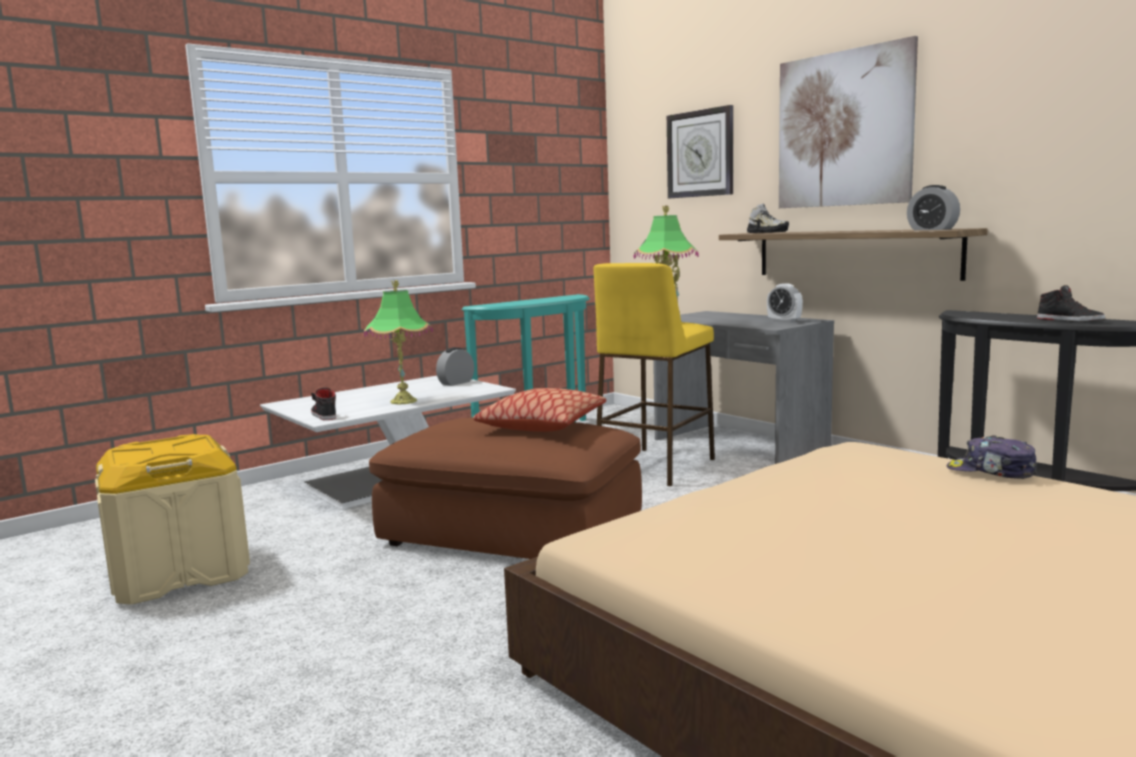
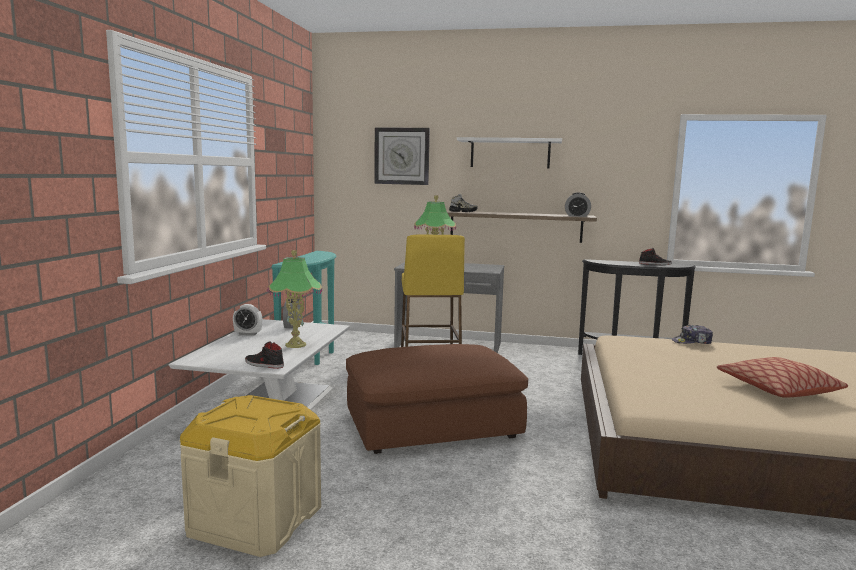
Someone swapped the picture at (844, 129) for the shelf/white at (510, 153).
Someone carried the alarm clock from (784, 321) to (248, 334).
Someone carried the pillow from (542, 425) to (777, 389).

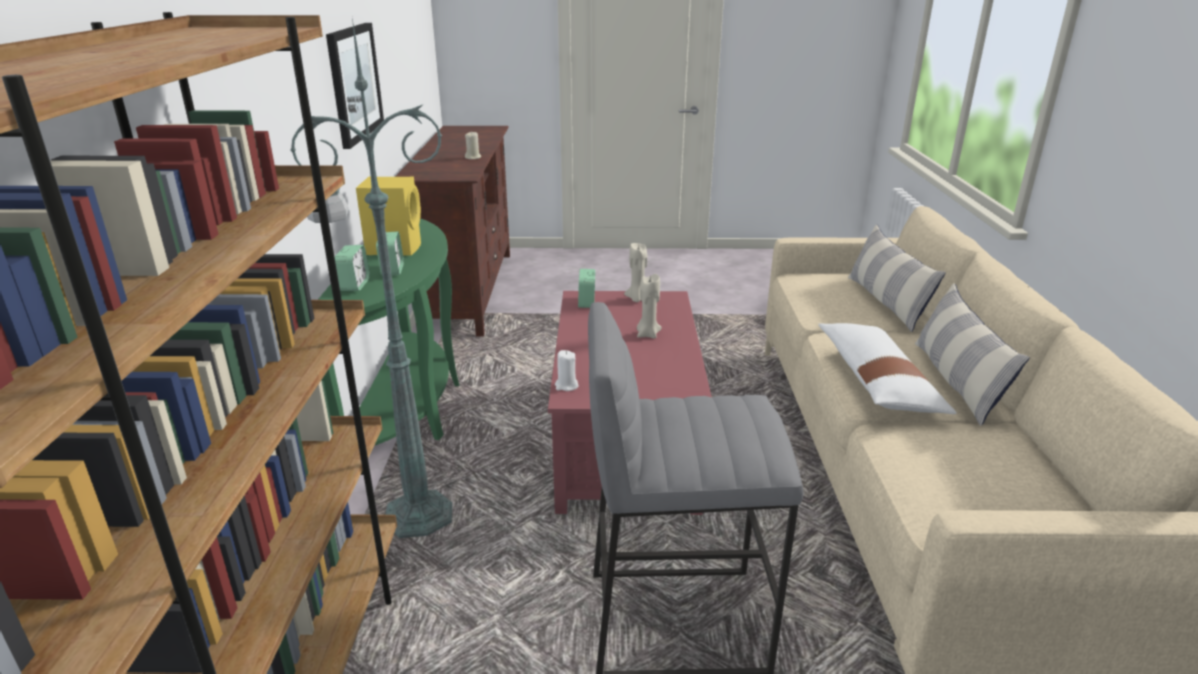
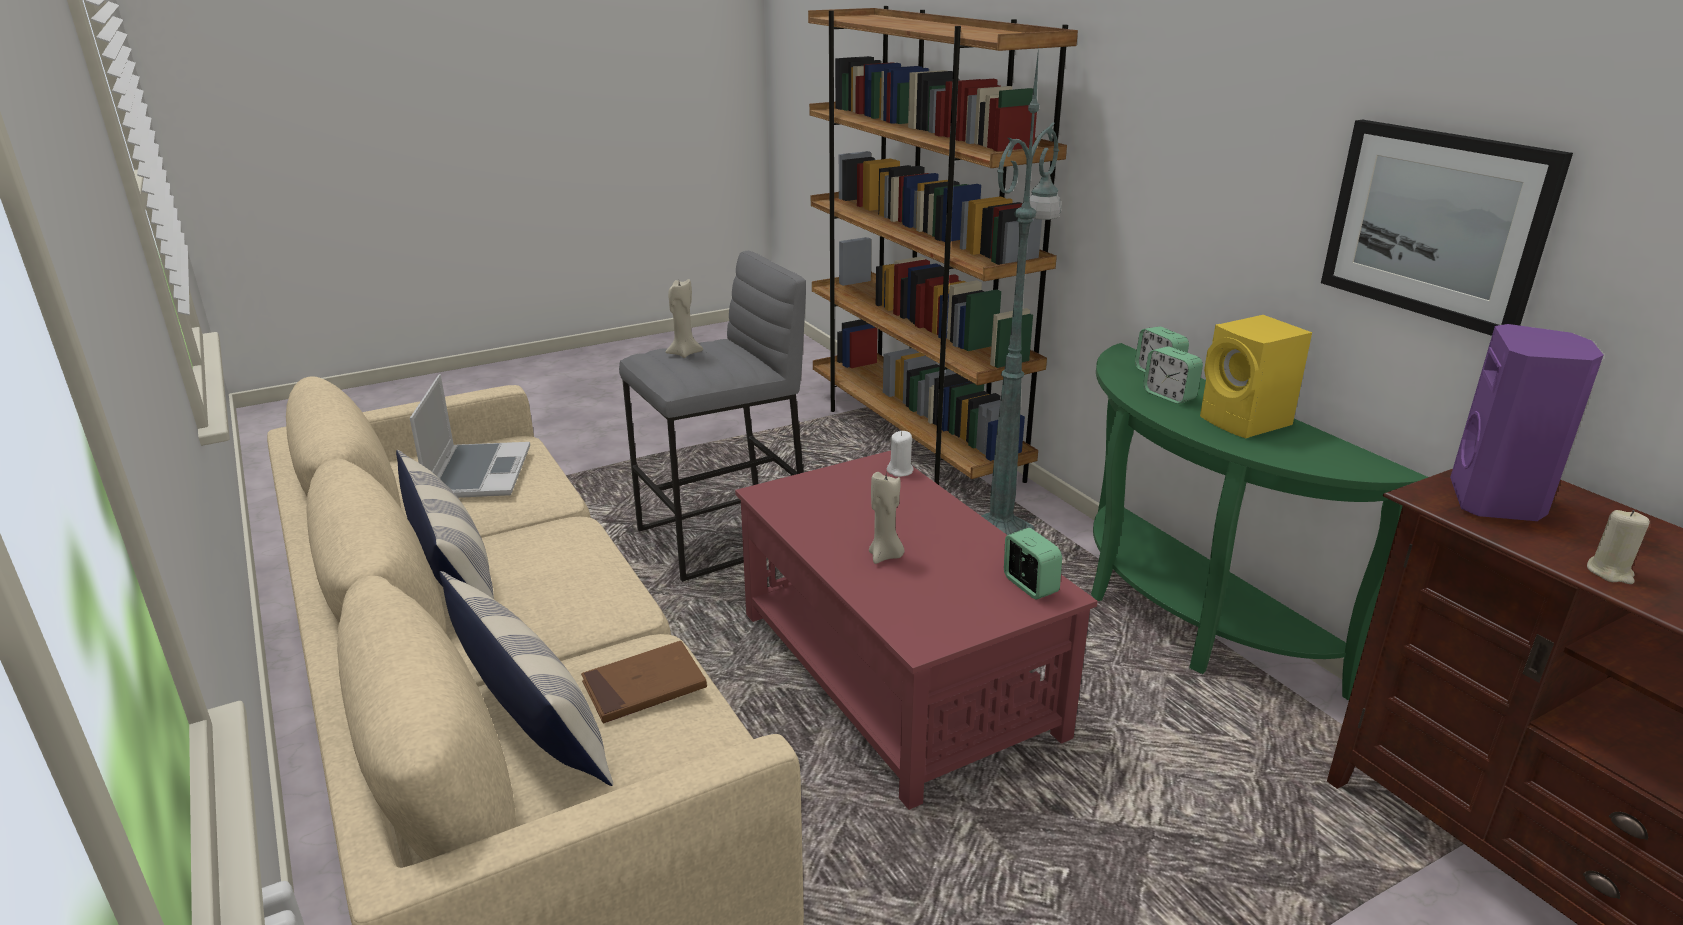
Someone carried the candle/sand-coloured from (637, 299) to (684, 353).
Someone took away the pillow/white at (877, 382).
Someone put down the loudspeaker/purplish at (1497, 502).
Someone put down the notebook computer at (478, 472).
Someone put down the bound book/brownish at (644, 686).

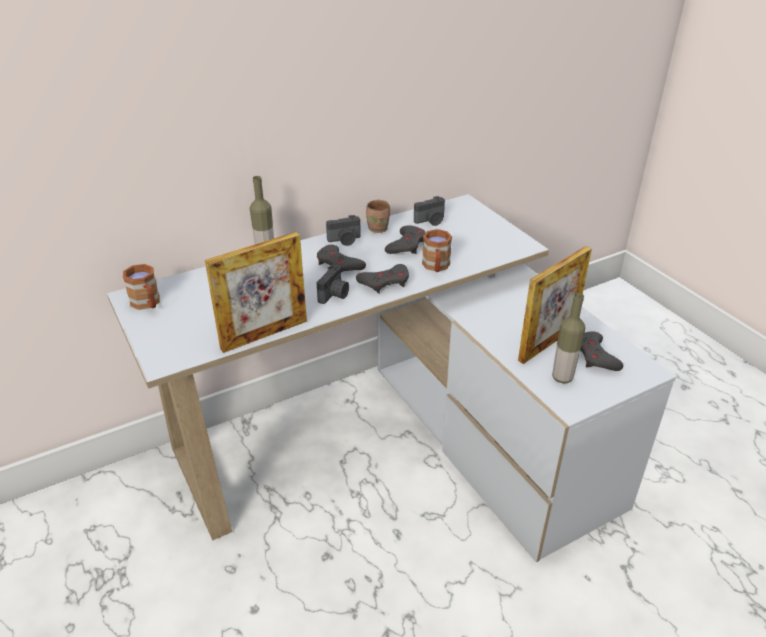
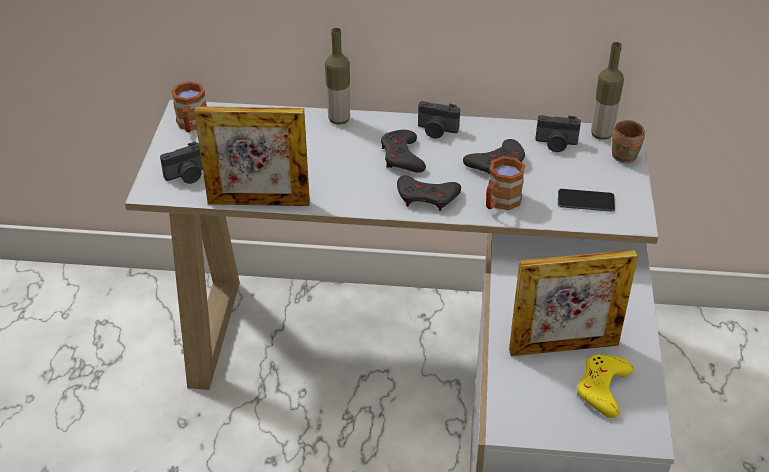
Someone carried the tea mug/brownish from (379, 228) to (626, 156).
Someone carried the still camera from (334, 295) to (187, 176).
Someone carried the beverage bottle from (562, 377) to (601, 134).
Someone repainted the joypad/grey at (595, 356), which became the joypad/yellow-coloured at (602, 388).
Someone put down the telephone at (586, 201).

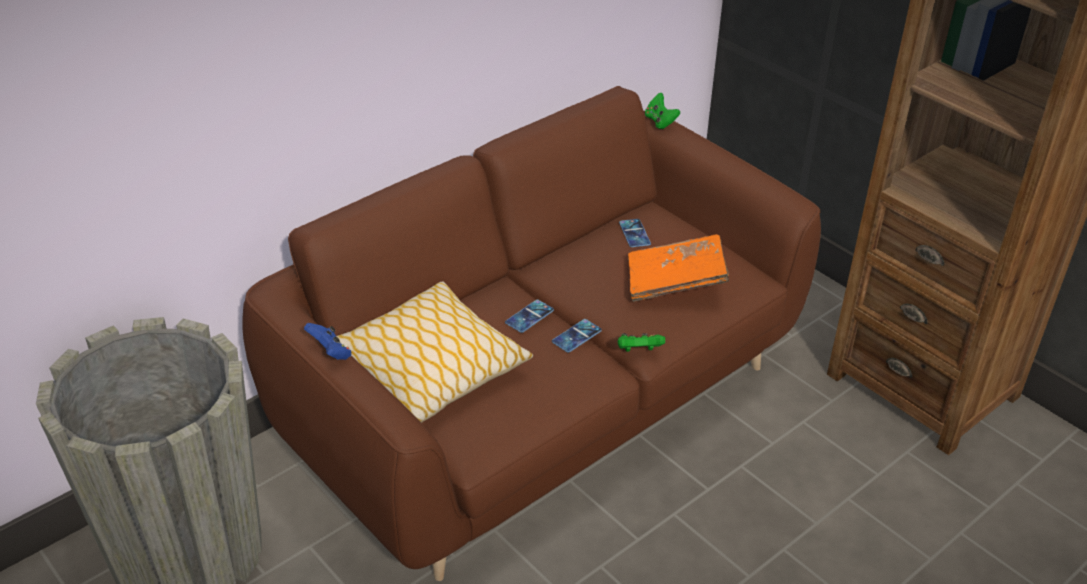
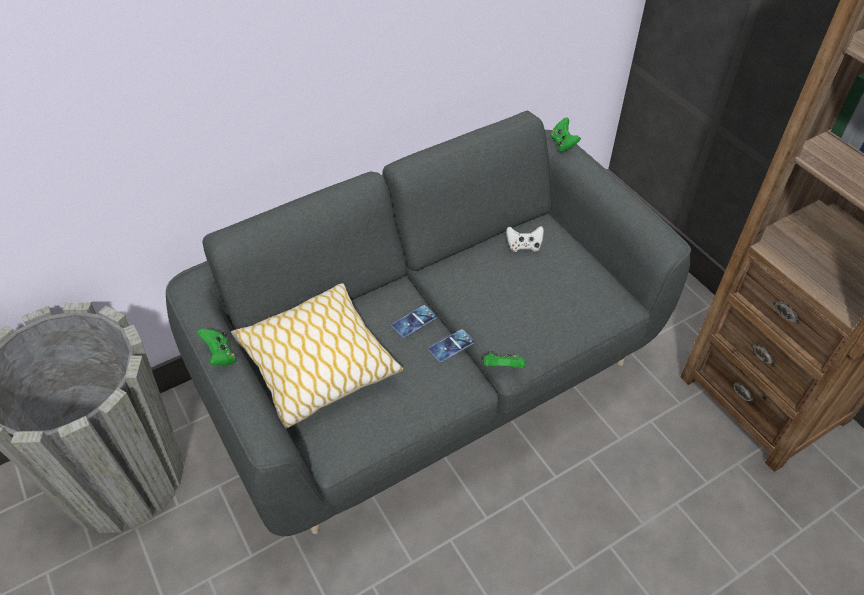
Someone repainted the sofa/brownish at (541, 405), which became the sofa/grey at (431, 376).
Someone swapped the telephone at (634, 233) for the joypad/white at (524, 246).
Someone took away the bound book/orange at (675, 282).
Someone repainted the joypad/bluish at (331, 353), which became the joypad/greenish at (220, 355).

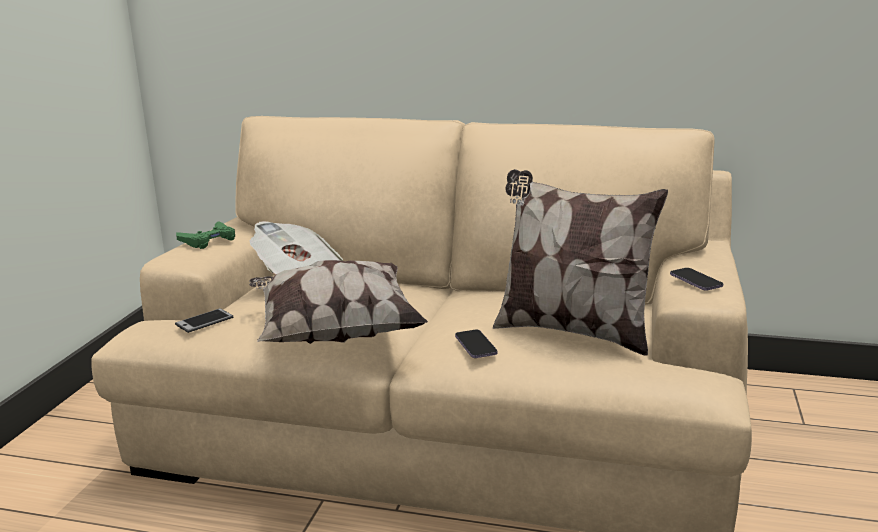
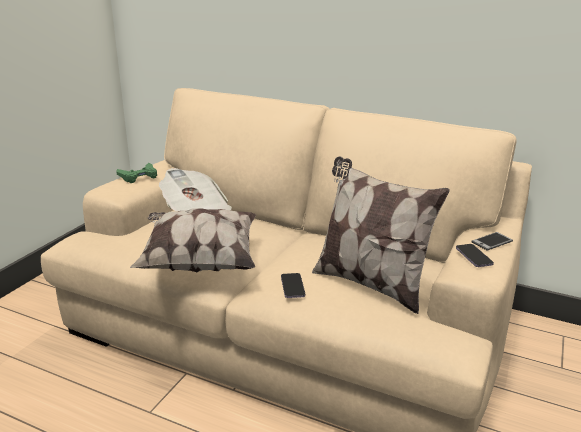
Someone carried the telephone from (204, 321) to (492, 242).

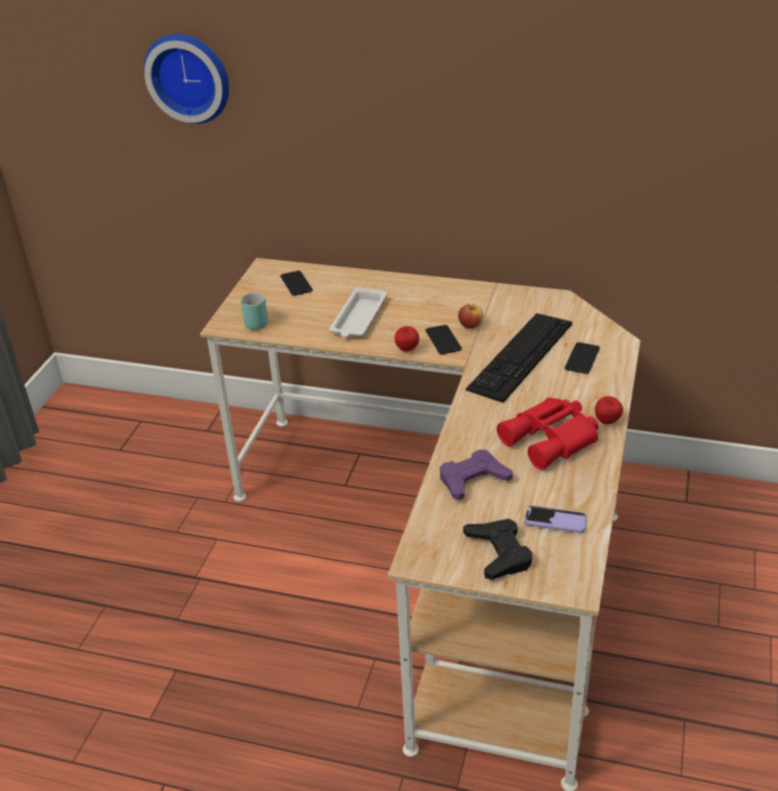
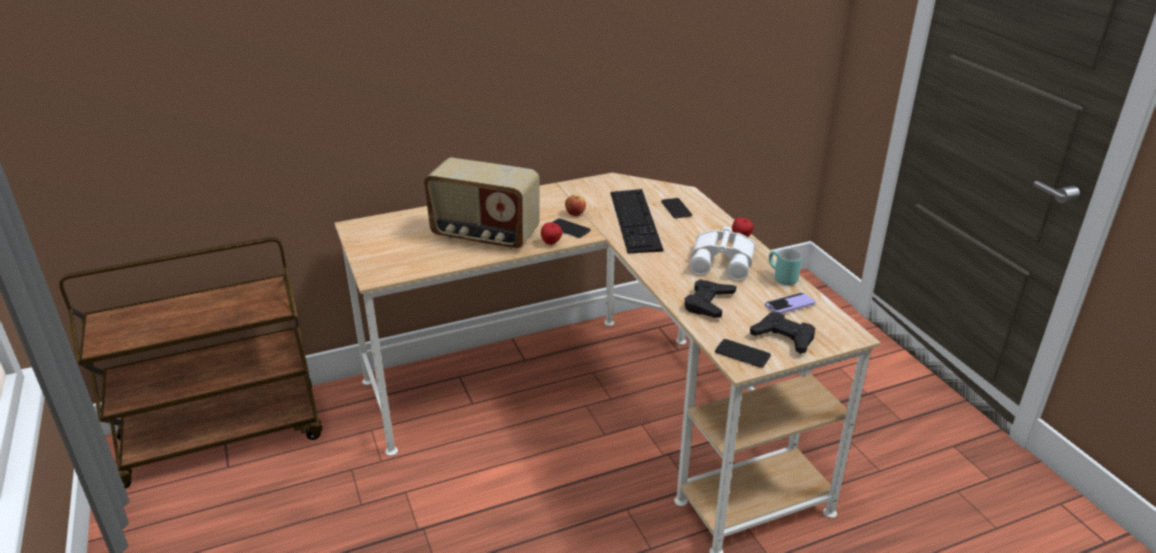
Someone took away the hanging clock at (190, 76).
Someone carried the telephone from (296, 284) to (742, 354).
Someone swapped the tray/white at (358, 318) for the radio receiver at (484, 236).
Someone carried the tea mug/turquoise from (255, 321) to (780, 278).
Someone repainted the binoculars/reddish at (552, 440), which became the binoculars/white at (723, 261).
Someone repainted the joypad/purplish at (473, 479), which became the joypad/blackish at (708, 303).
Someone put down the trolley/brownish at (224, 436).

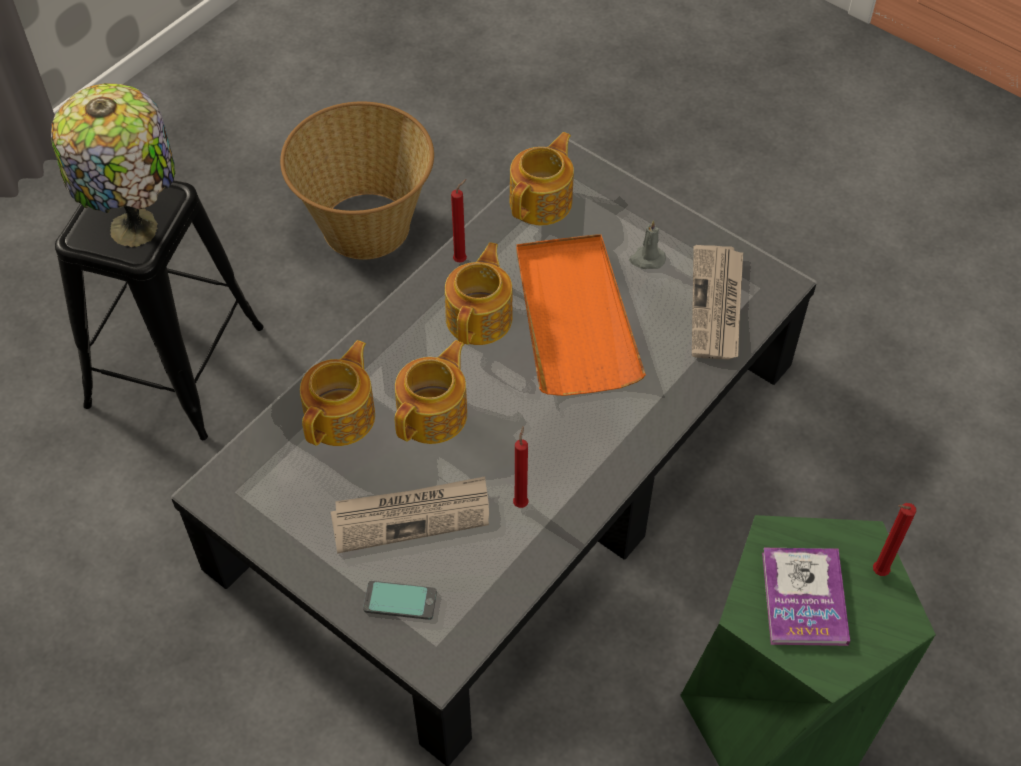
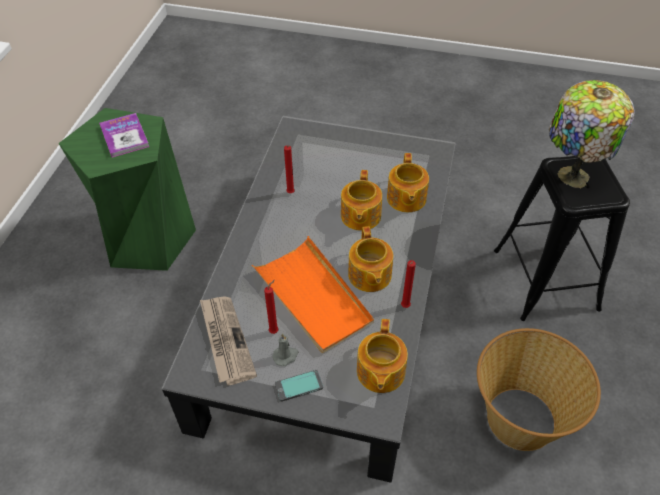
Someone took away the printed paper at (412, 515).
Someone carried the candle/reddish from (877, 572) to (275, 330).
Someone carried the telephone from (400, 600) to (299, 386).

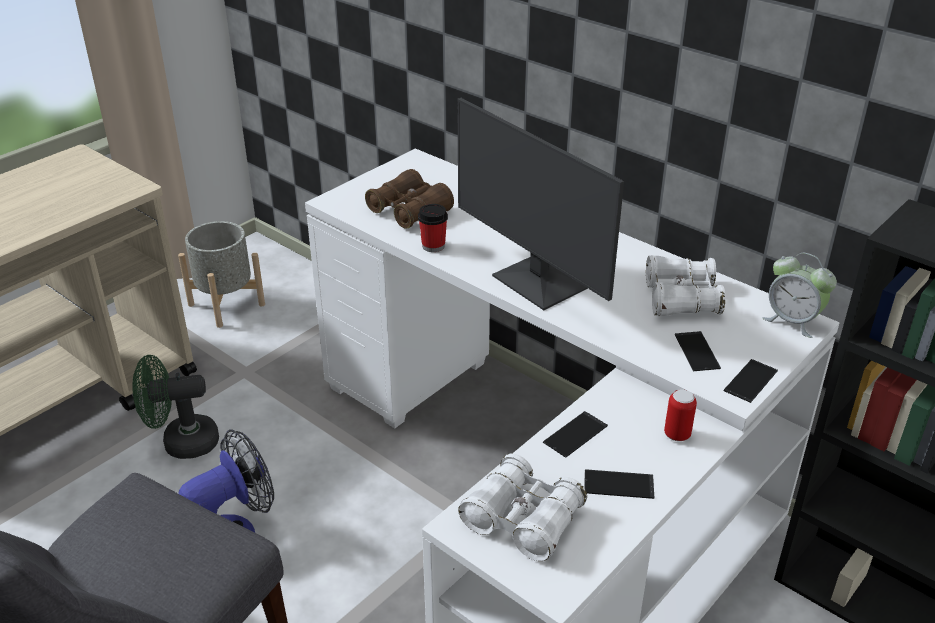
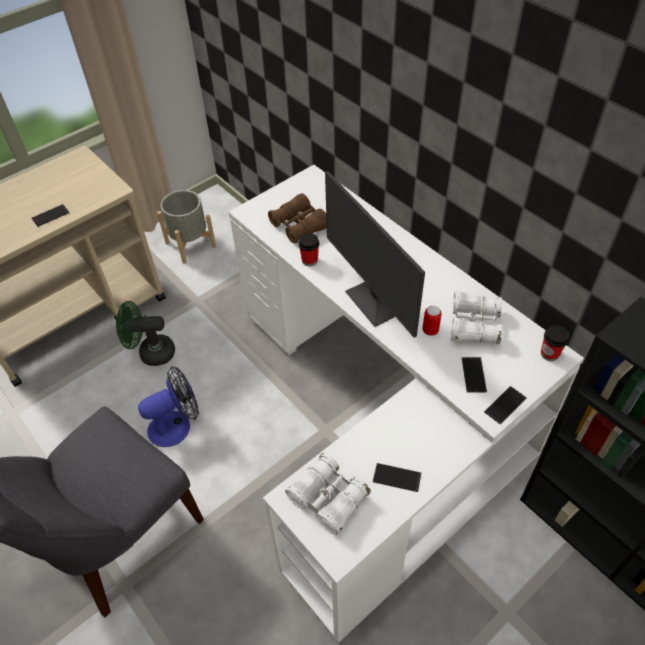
Someone swapped the alarm clock at (792, 321) for the cup at (549, 354).
Someone carried the can from (677, 435) to (430, 330).
Someone carried the telephone from (575, 434) to (50, 215).

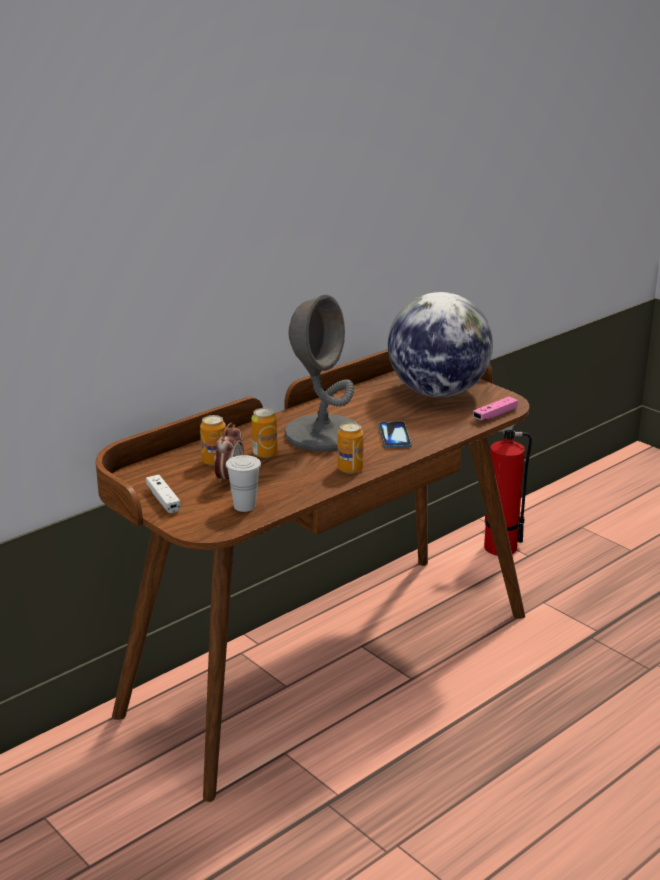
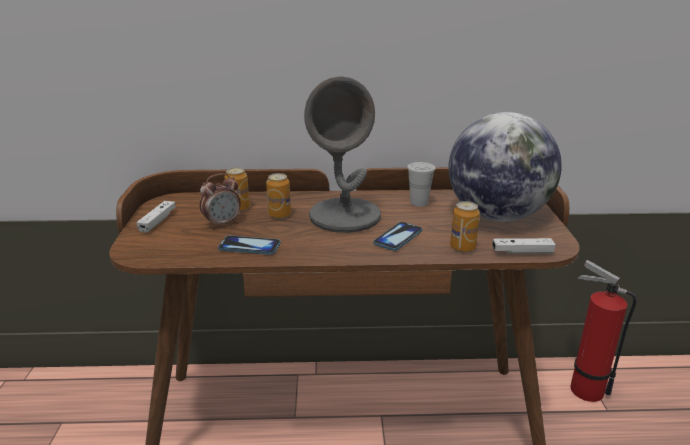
Someone repainted the joypad/pink at (495, 415), which became the joypad/white at (522, 252).
Someone carried the can from (350, 469) to (462, 248).
Someone carried the cup/white from (244, 506) to (419, 203).
Someone put down the telephone at (249, 246).

